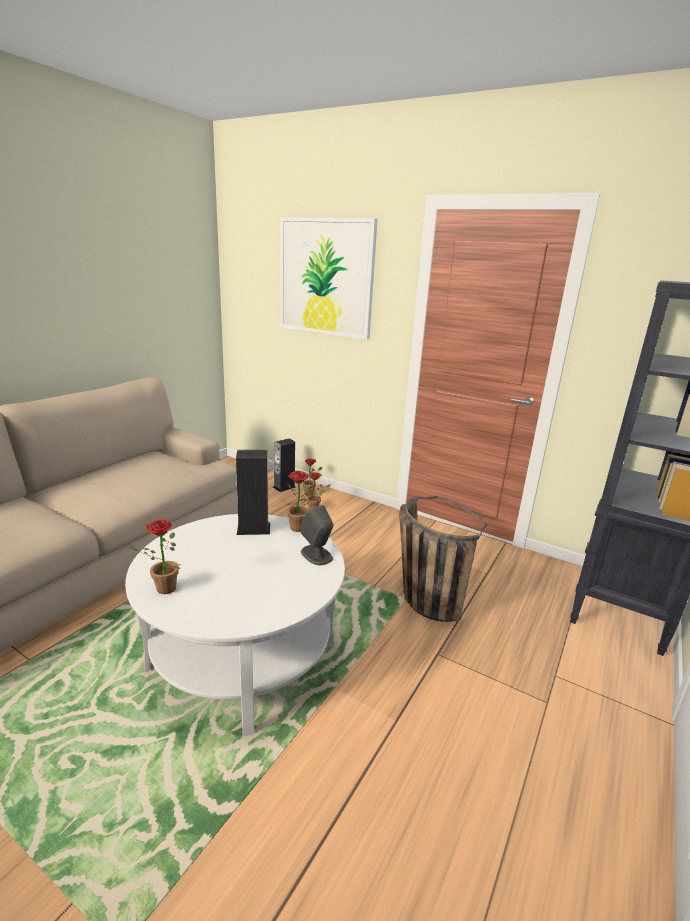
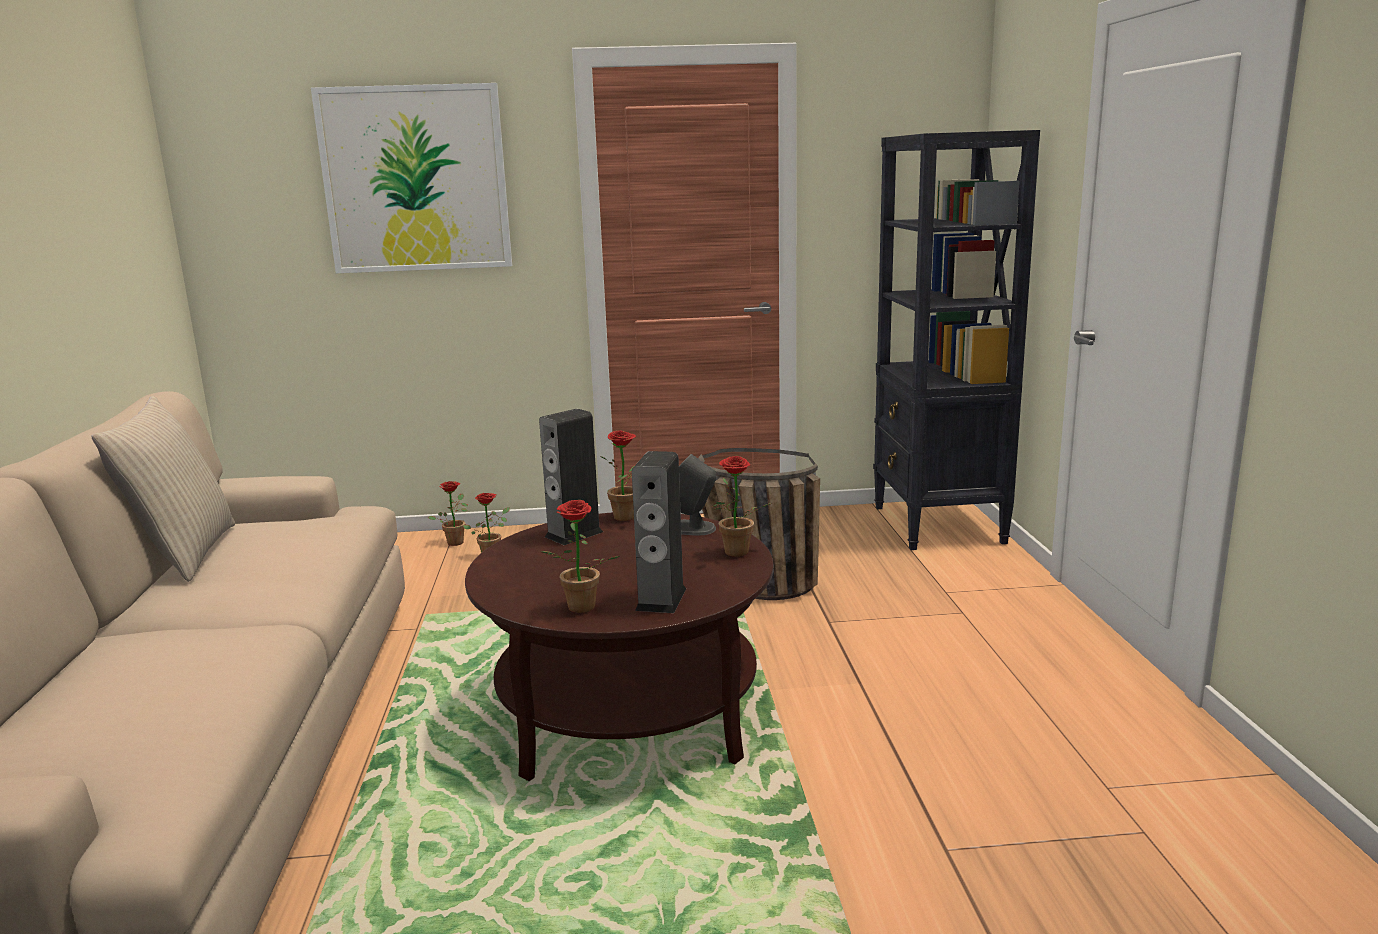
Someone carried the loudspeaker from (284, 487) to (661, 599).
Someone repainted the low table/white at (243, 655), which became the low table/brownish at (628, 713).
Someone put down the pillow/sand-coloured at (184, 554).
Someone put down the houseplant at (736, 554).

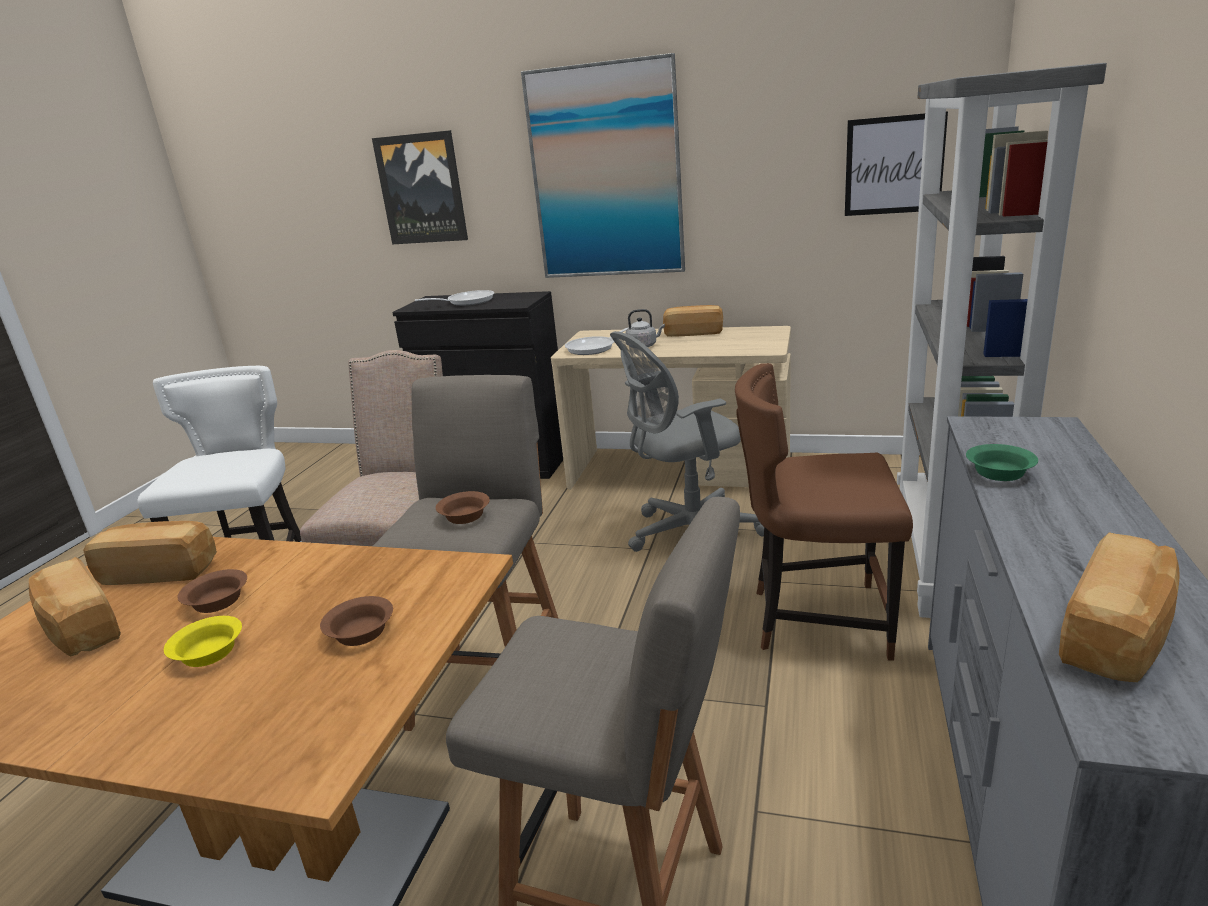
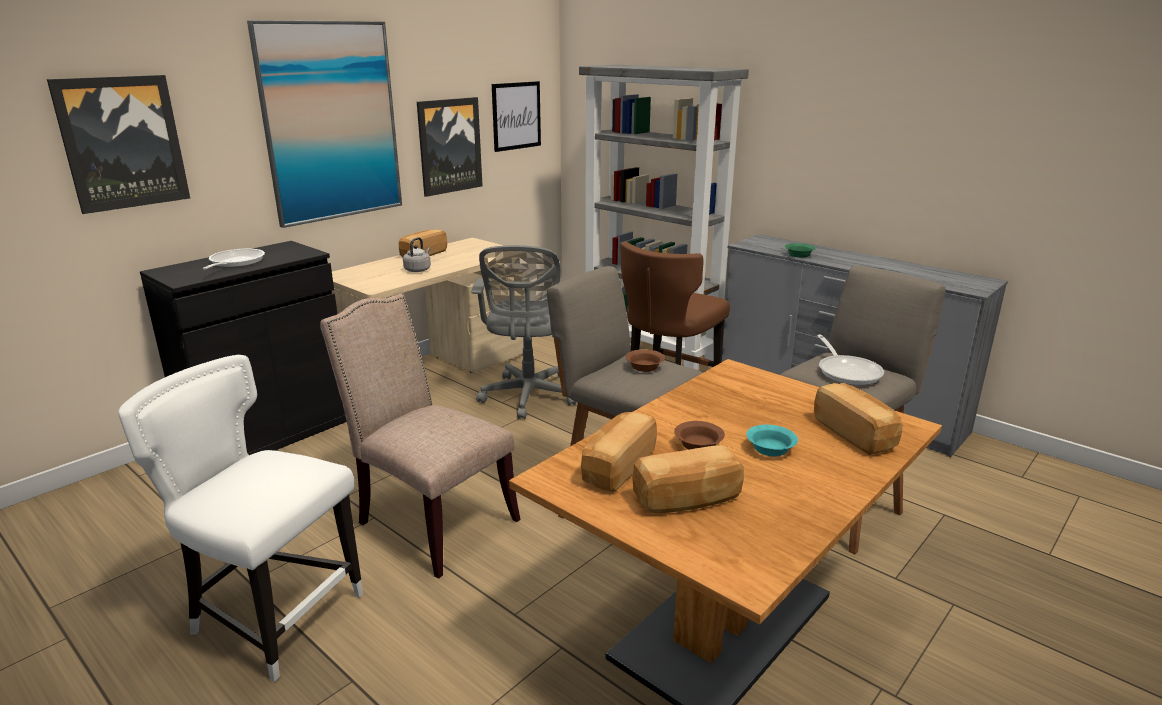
Someone carried the frying pan from (594, 348) to (847, 372).
Someone carried the bakery bread from (1118, 636) to (855, 433).
Someone took away the bowl/brownish at (361, 632).
Someone repainted the bowl/yellow-coloured at (207, 654), which became the bowl/turquoise at (771, 450).
Someone put up the picture at (449, 146).

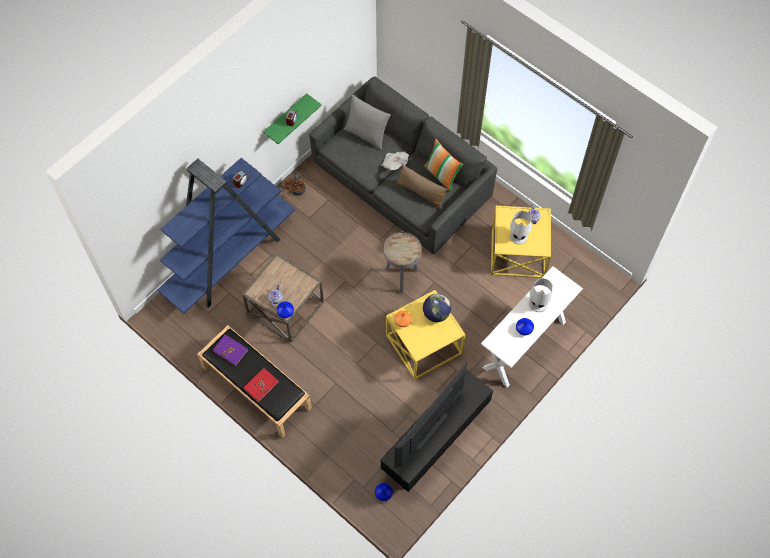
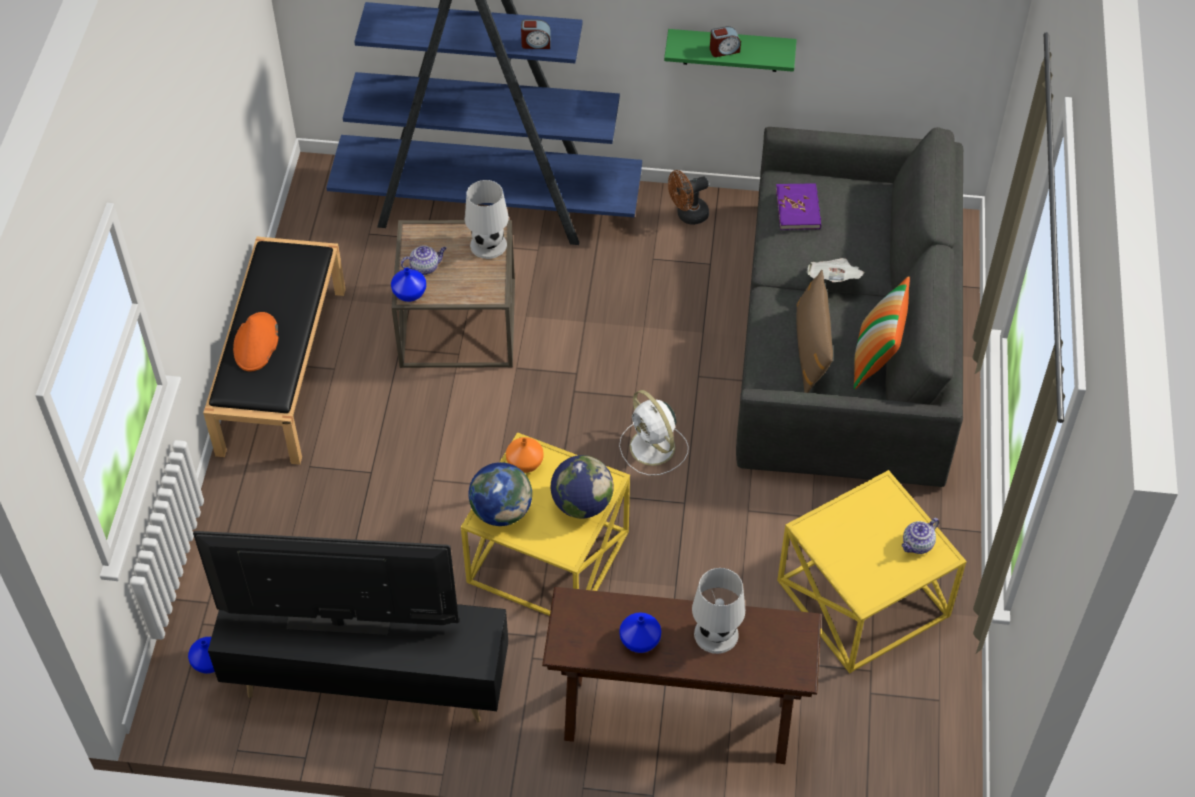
Someone took away the pillow/grey at (367, 134).
Someone carried the tabletop lamp/white from (518, 236) to (488, 244).
Someone swapped the accent table/grey at (402, 277) for the fan/white at (653, 448).
Someone repainted the console table/white at (524, 345), which became the console table/brownish at (677, 719).
Someone carried the bound book/purplish from (230, 350) to (798, 209).
Someone swapped the bound book/reddish at (261, 385) for the wearable hat/orange at (256, 343).
Someone put down the desk globe at (501, 511).

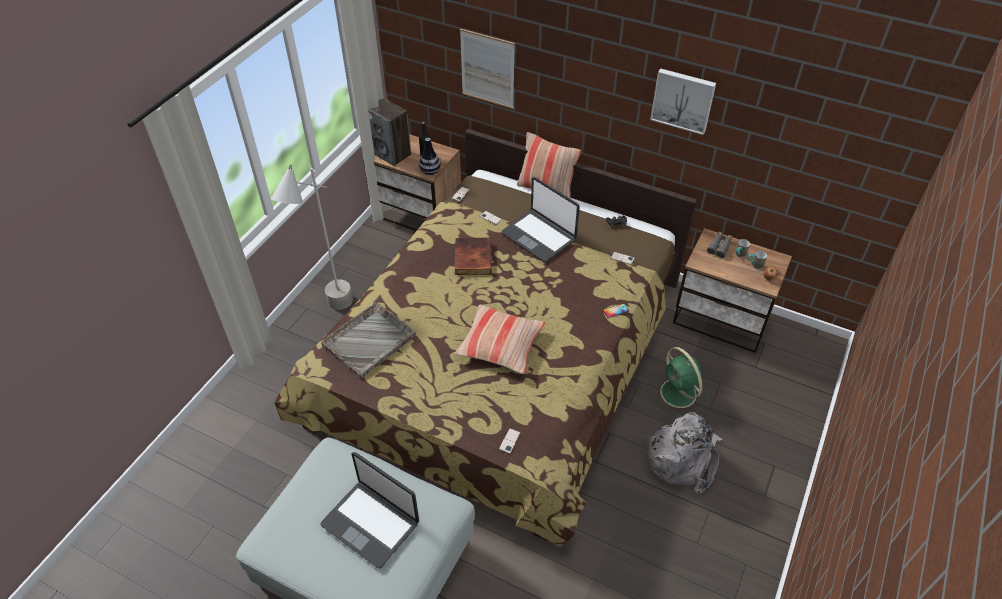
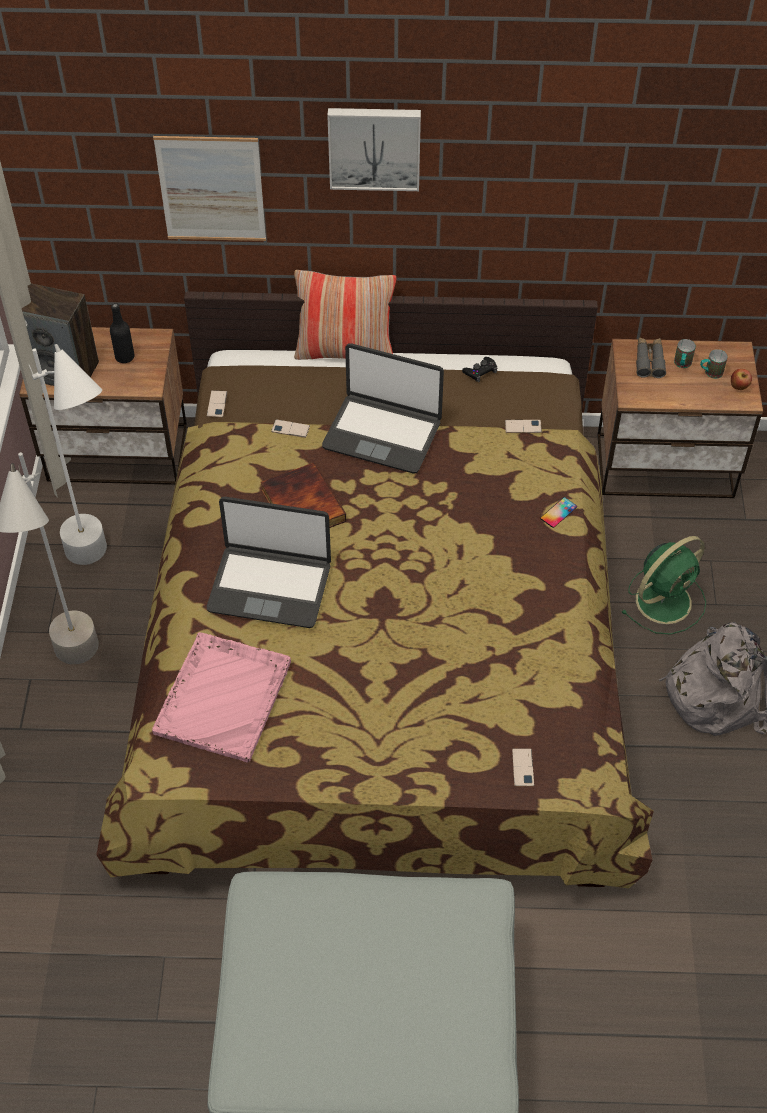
Someone carried the picture from (683, 100) to (374, 147).
Someone took away the vase at (430, 171).
Someone repainted the tray/grey at (370, 340), which became the tray/pink at (224, 696).
Someone took away the pillow at (500, 345).
Someone rotated the fan/greenish at (679, 394) by 75 degrees counterclockwise.
Someone carried the notebook computer from (371, 523) to (270, 586).
Someone put down the standing lamp/white at (104, 570).

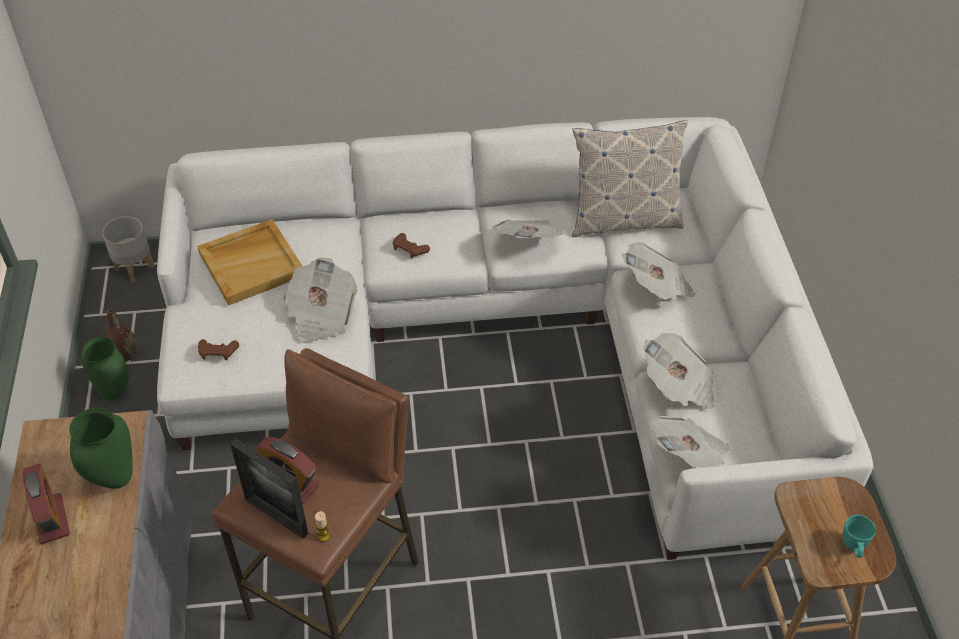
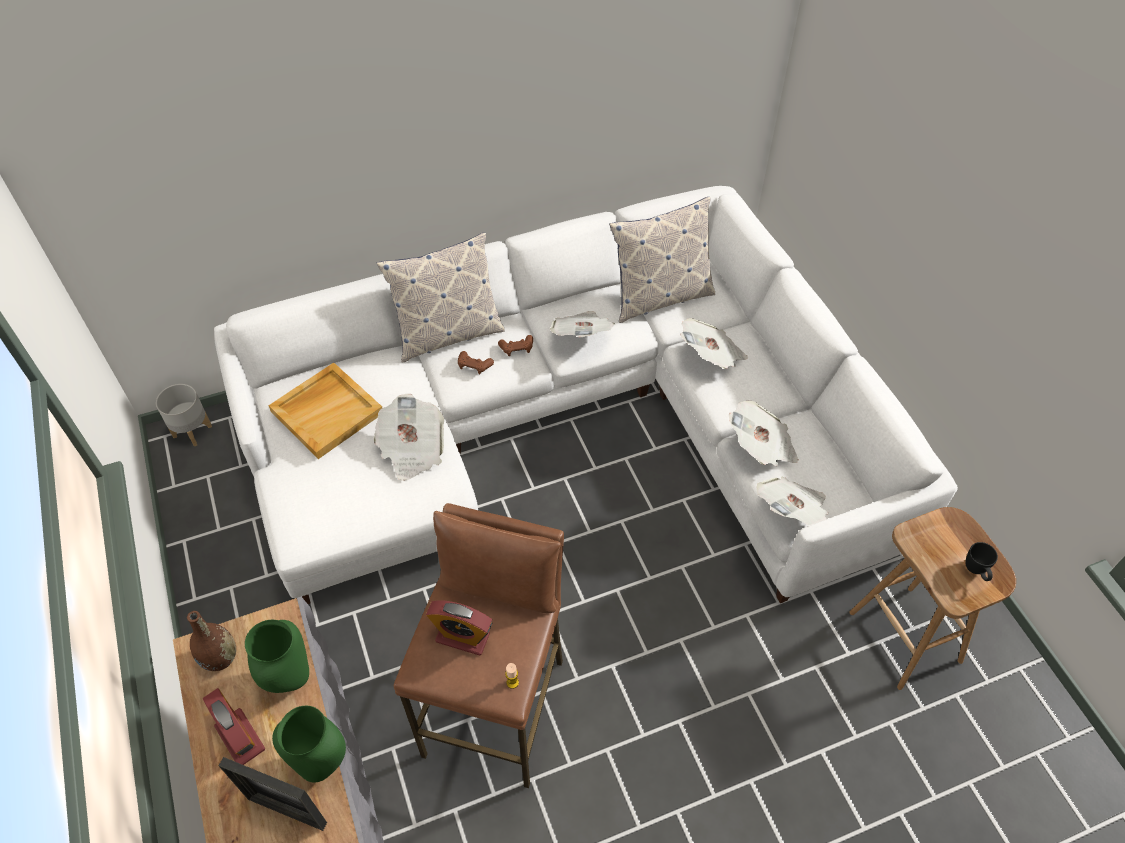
Someone carried the vase/brownish from (125, 355) to (220, 658).
Someone carried the vase/greenish from (114, 393) to (321, 765).
Someone carried the joypad/brownish from (218, 353) to (517, 348).
Someone carried the picture frame from (276, 516) to (287, 811).
Someone repainted the tea mug/turquoise at (853, 548), which became the tea mug/blackish at (976, 571).
Someone put down the pillow at (448, 334).

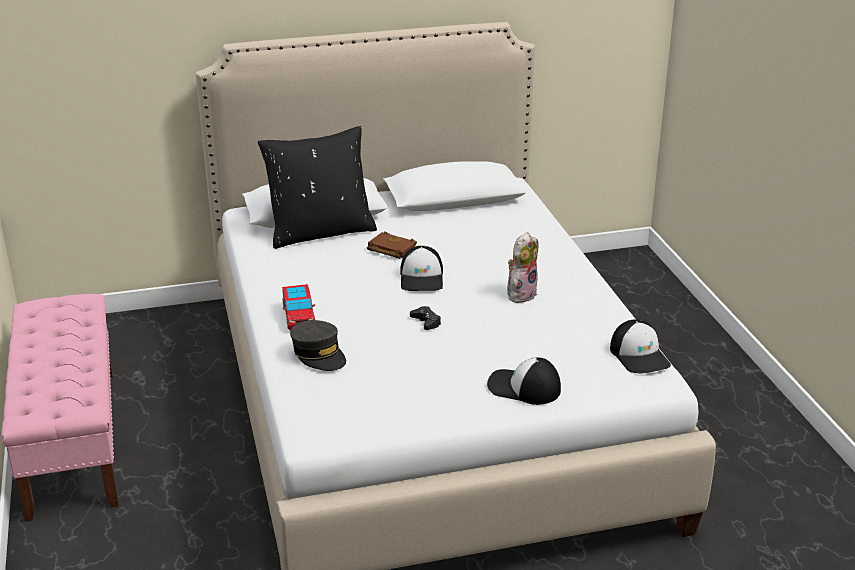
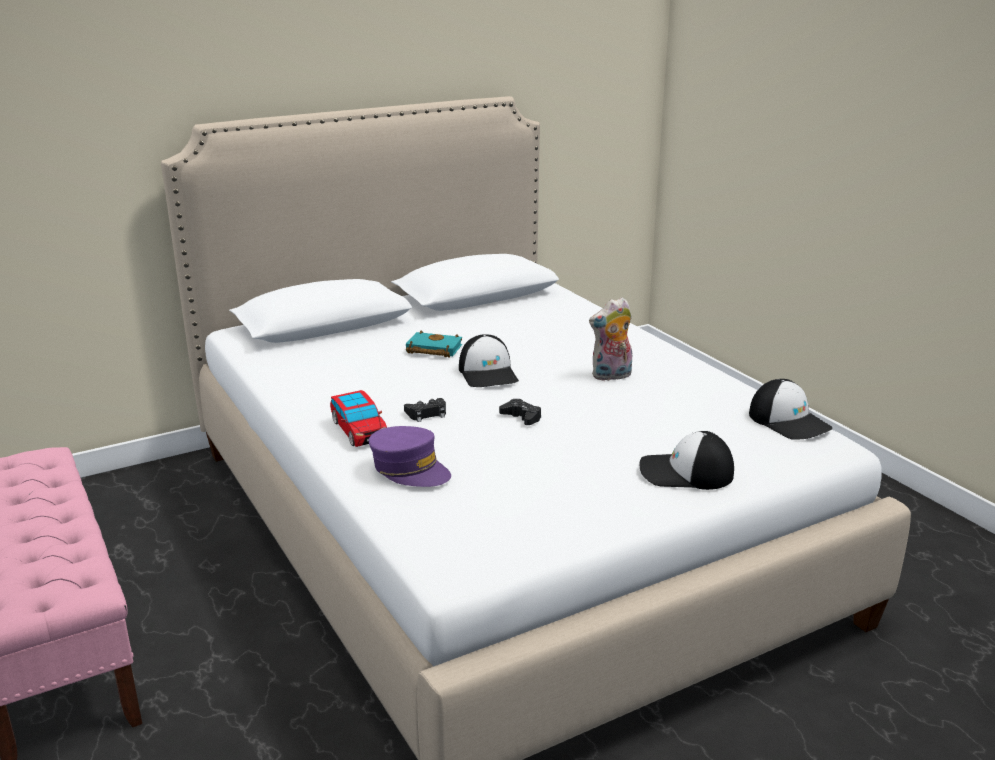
Someone took away the pillow/blackish at (320, 232).
Someone repainted the bound book/brownish at (390, 249), which became the bound book/turquoise at (432, 350).
Someone rotated the plush toy at (521, 294) by 135 degrees counterclockwise.
Someone repainted the cap/grey at (319, 354), which became the cap/purplish at (410, 469).
Someone put down the joypad/blackish at (427, 414).

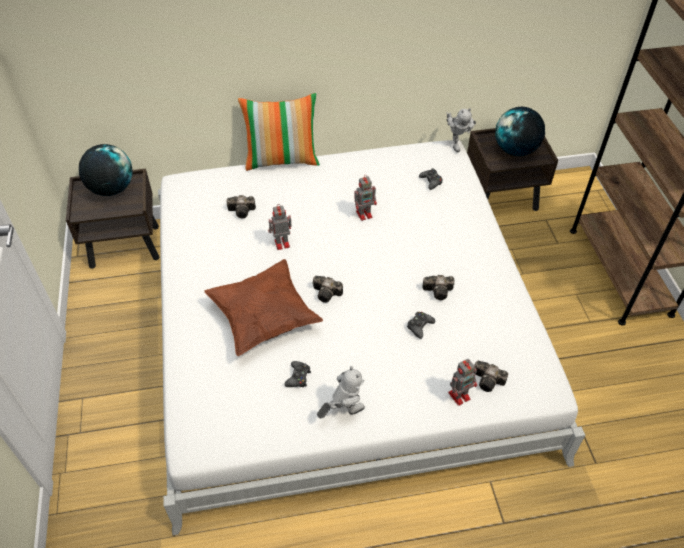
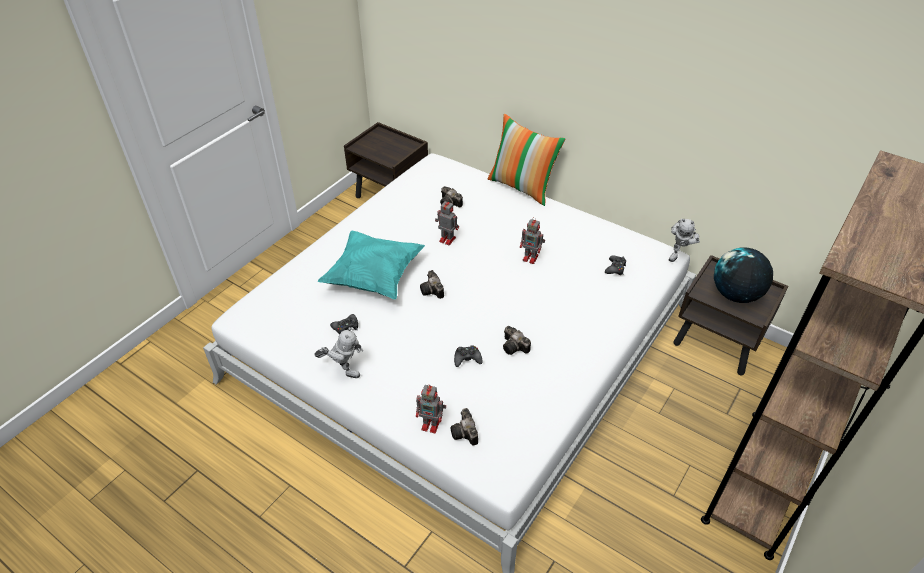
Someone took away the desk globe at (111, 189).
Someone repainted the pillow/brownish at (264, 318), which became the pillow/turquoise at (374, 277).

